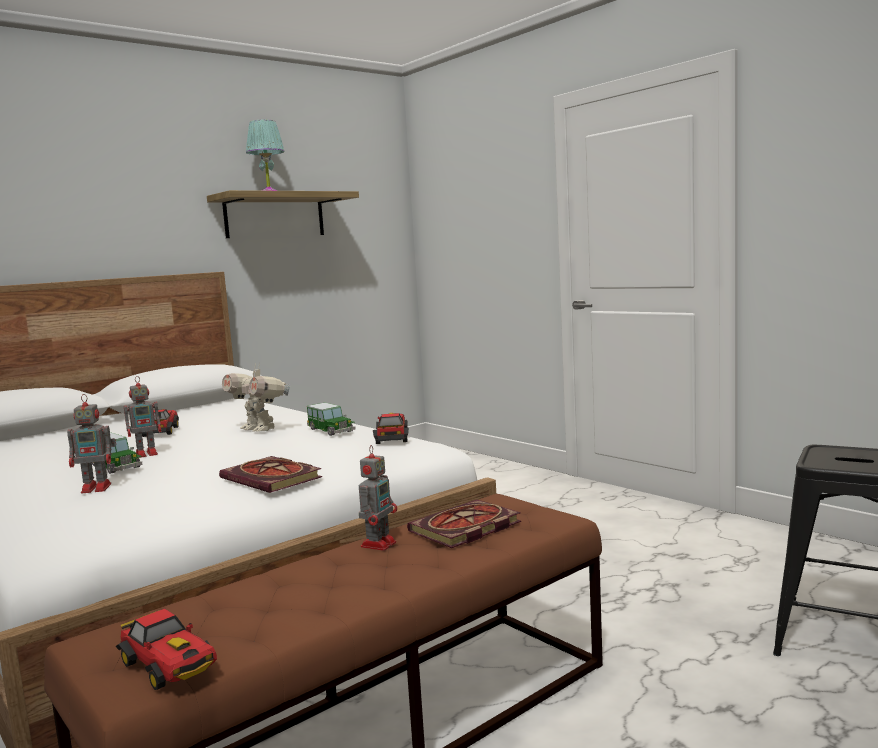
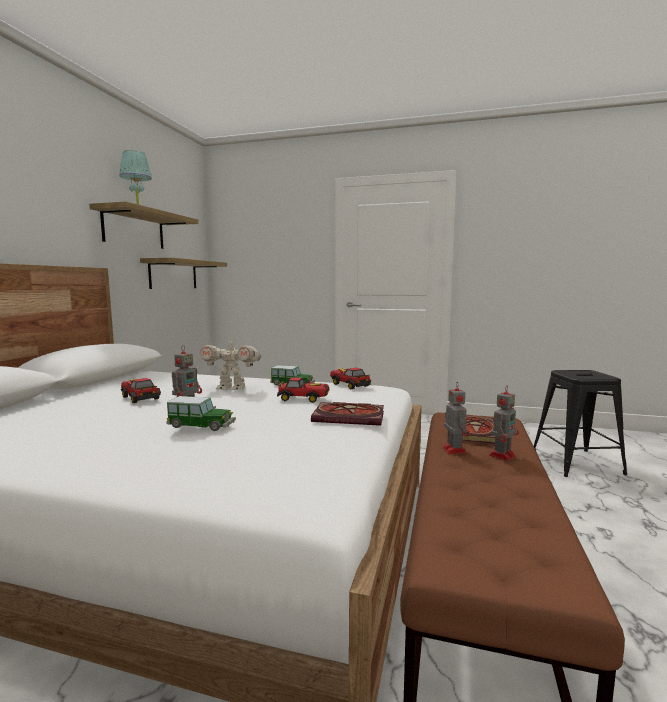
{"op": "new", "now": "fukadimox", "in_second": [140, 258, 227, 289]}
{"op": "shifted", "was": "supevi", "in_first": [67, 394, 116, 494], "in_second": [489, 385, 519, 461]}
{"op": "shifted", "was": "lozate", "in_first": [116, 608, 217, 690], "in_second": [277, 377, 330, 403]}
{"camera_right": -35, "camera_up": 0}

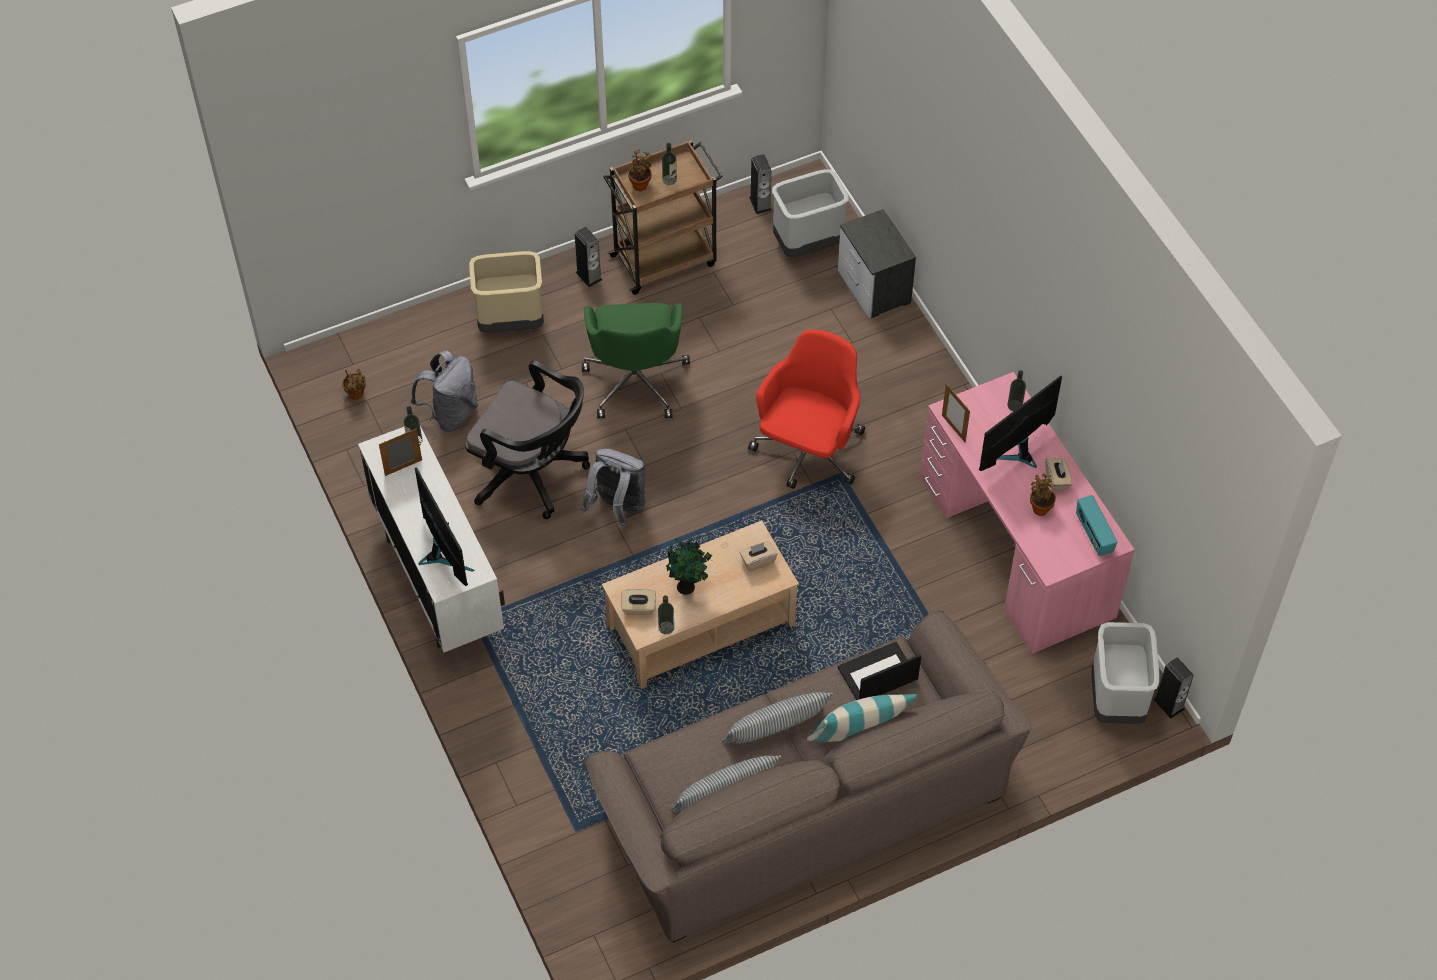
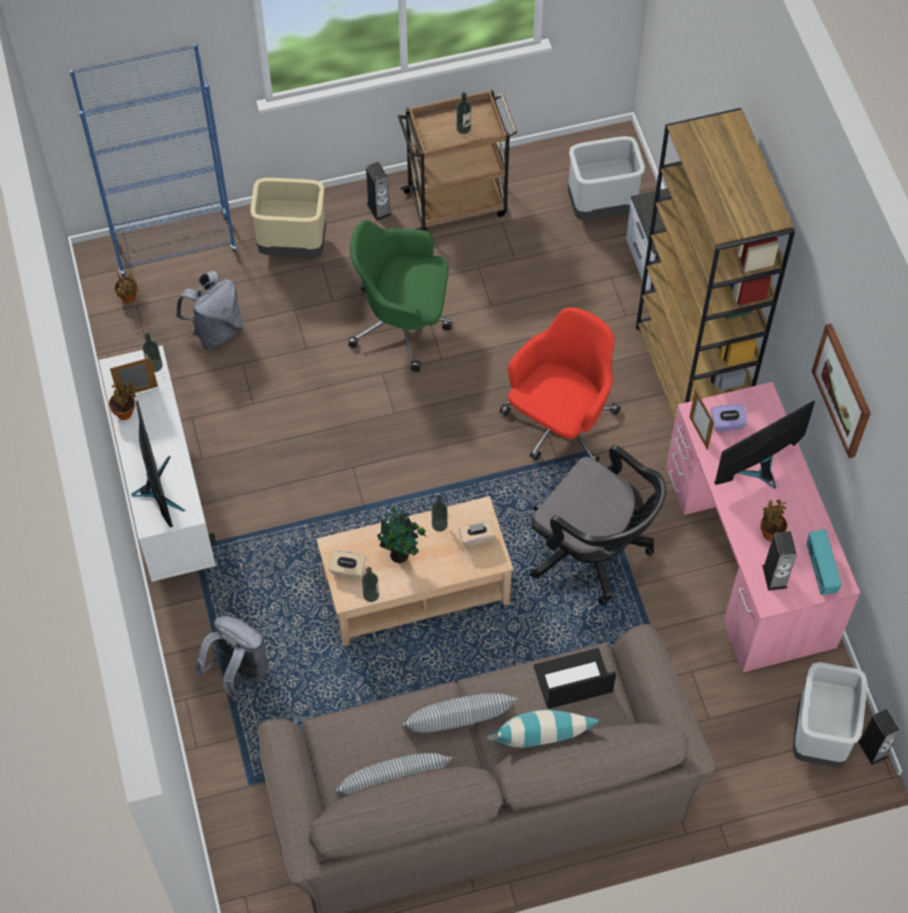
{"op": "gone", "was": "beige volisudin", "in_first": [1045, 458, 1073, 491]}
{"op": "new", "now": "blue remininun", "in_second": [69, 43, 237, 277]}
{"op": "new", "now": "brown remininun", "in_second": [636, 108, 795, 420]}
{"op": "new", "now": "purple volisudin", "in_second": [711, 404, 747, 431]}
{"op": "new", "now": "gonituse", "in_second": [812, 323, 871, 458]}
{"op": "shifted", "was": "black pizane", "in_first": [465, 360, 590, 519], "in_second": [530, 444, 666, 605]}
{"op": "shifted", "was": "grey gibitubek", "in_first": [582, 449, 645, 528], "in_second": [196, 616, 268, 701]}
{"op": "shifted", "was": "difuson", "in_first": [628, 150, 652, 191], "in_second": [109, 378, 136, 420]}
{"op": "shifted", "was": "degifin", "in_first": [749, 154, 772, 214], "in_second": [762, 531, 797, 591]}
{"op": "shifted", "was": "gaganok", "in_first": [1007, 370, 1026, 411], "in_second": [431, 496, 448, 532]}
{"op": "rotated", "was": "green pizane", "in_first": [582, 303, 690, 419], "in_second": [348, 220, 452, 372], "clockwise": 90}
{"camera_right": 10, "camera_up": 5}

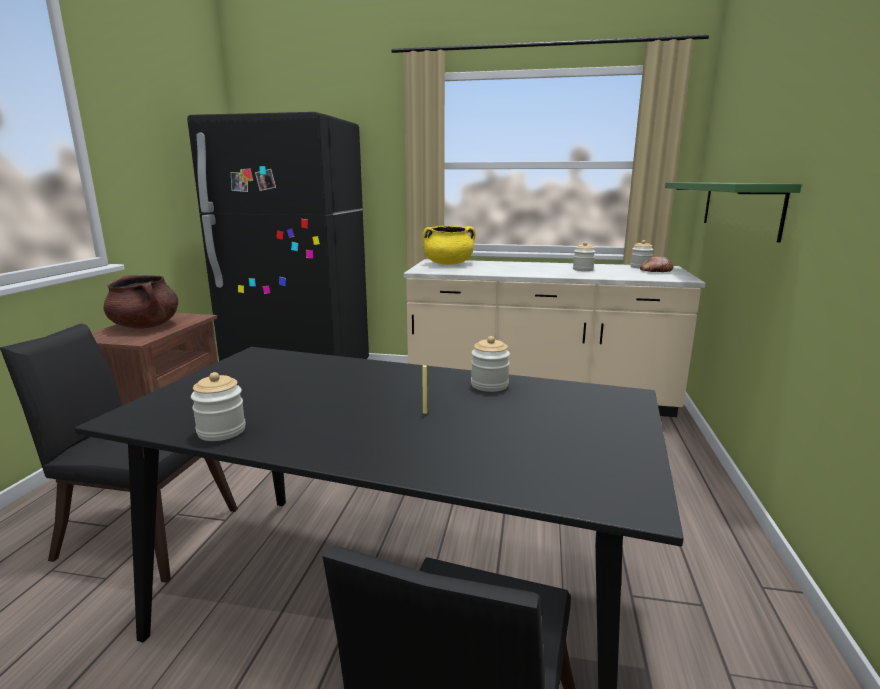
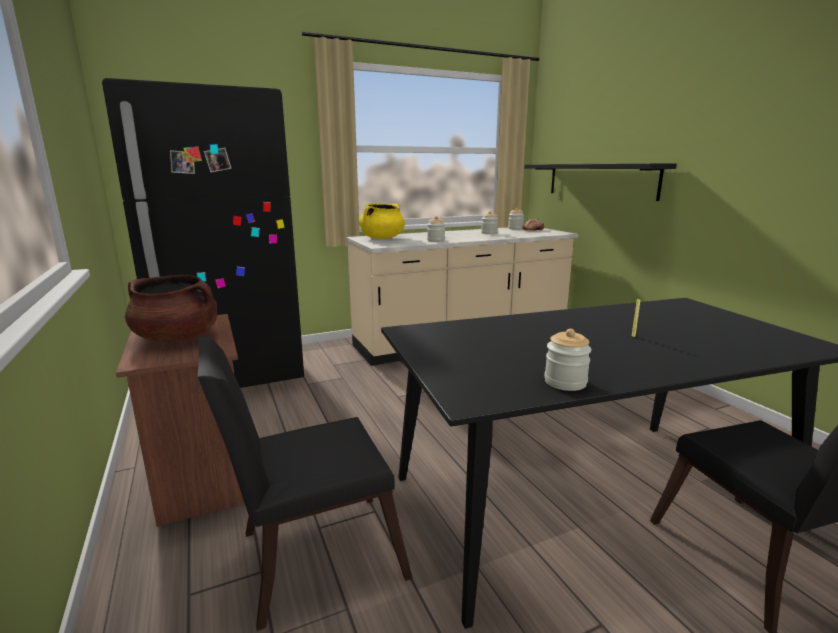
{"op": "shifted", "was": "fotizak", "in_first": [471, 336, 510, 392], "in_second": [427, 216, 445, 242]}
{"op": "repainted", "was": "green fukadimox", "now": "black fukadimox", "in_first": [665, 182, 802, 243], "in_second": [524, 163, 677, 201]}
{"camera_right": -35, "camera_up": 0}

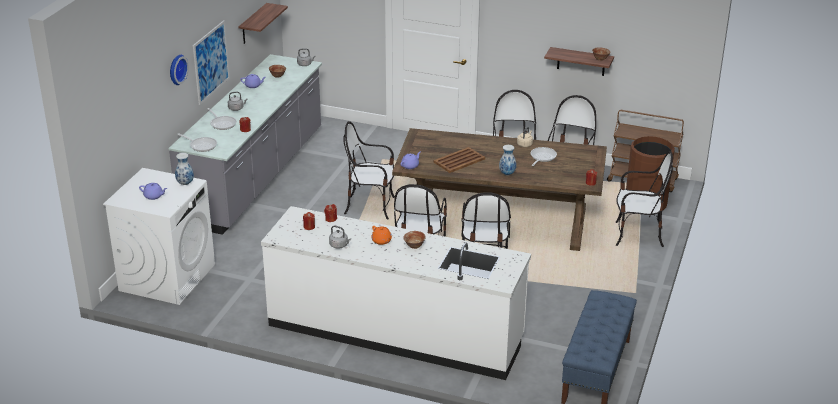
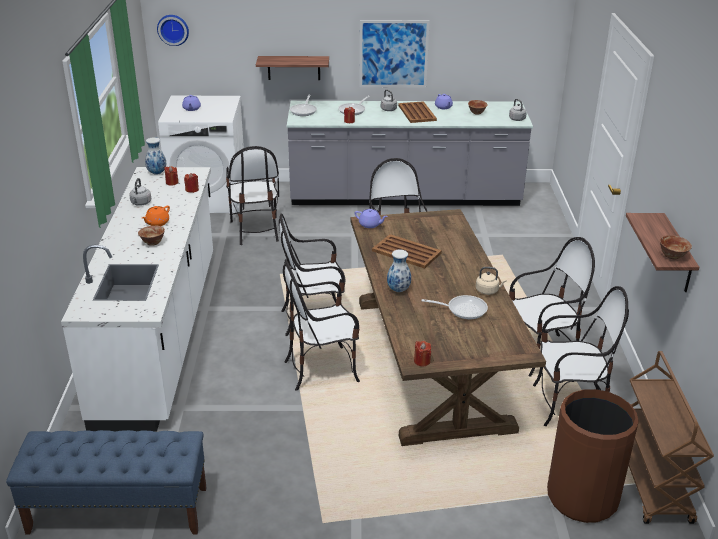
{"op": "new", "now": "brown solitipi", "in_second": [398, 101, 437, 123]}
{"op": "shifted", "was": "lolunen", "in_first": [170, 55, 189, 85], "in_second": [157, 15, 189, 46]}
{"op": "shifted", "was": "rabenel", "in_first": [175, 153, 194, 185], "in_second": [145, 137, 166, 175]}
{"op": "shifted", "was": "fukadimox", "in_first": [239, 3, 288, 44], "in_second": [256, 56, 329, 80]}
{"op": "shifted", "was": "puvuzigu", "in_first": [615, 151, 673, 247], "in_second": [226, 146, 279, 245]}
{"camera_right": 70, "camera_up": 0}

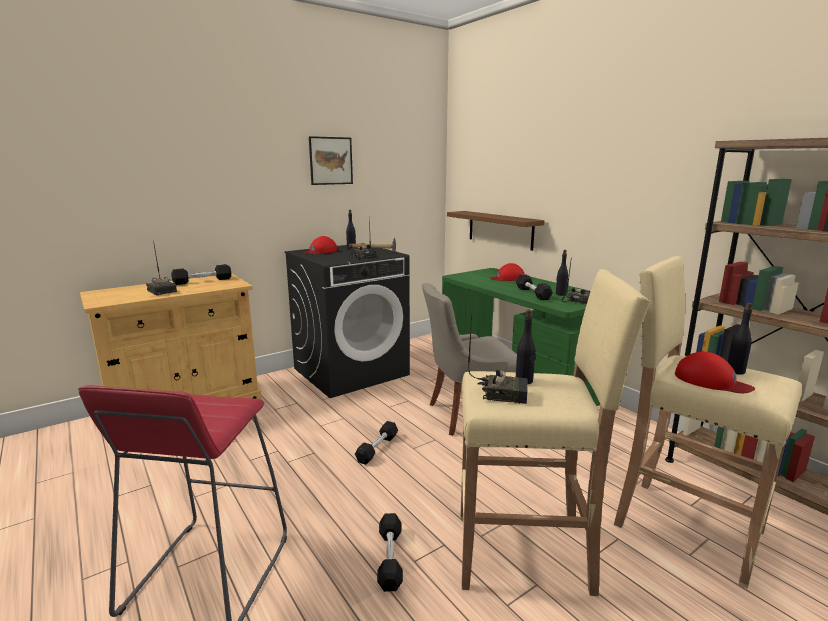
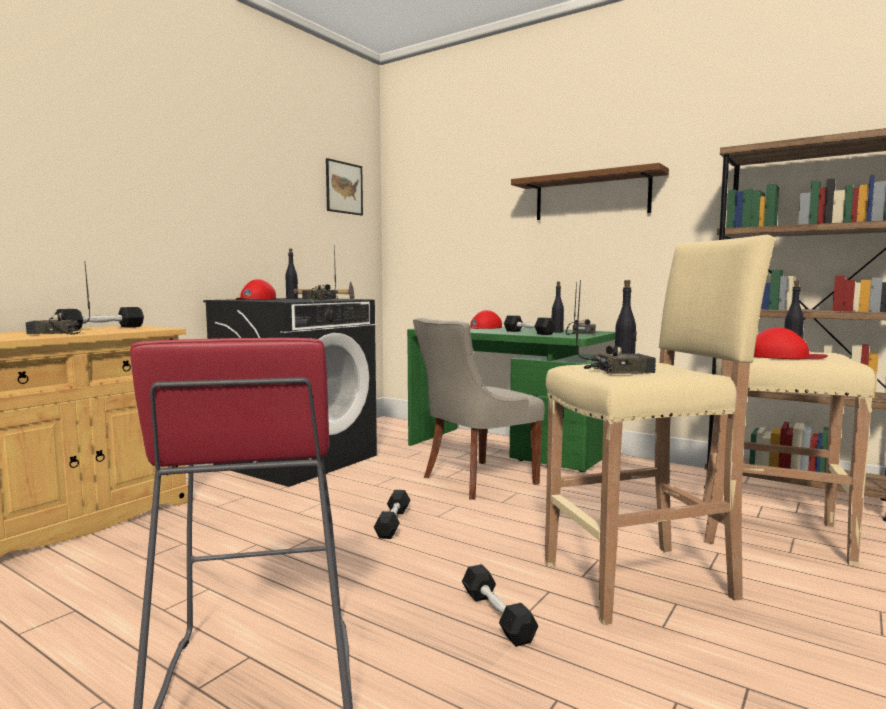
{"op": "shifted", "was": "gonituse", "in_first": [309, 136, 353, 185], "in_second": [326, 158, 363, 215]}
{"op": "shifted", "was": "brown fukadimox", "in_first": [447, 211, 545, 251], "in_second": [511, 163, 669, 220]}
{"op": "rotated", "was": "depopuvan", "in_first": [146, 240, 177, 296], "in_second": [26, 261, 90, 335], "clockwise": 135}
{"camera_right": -20, "camera_up": -10}

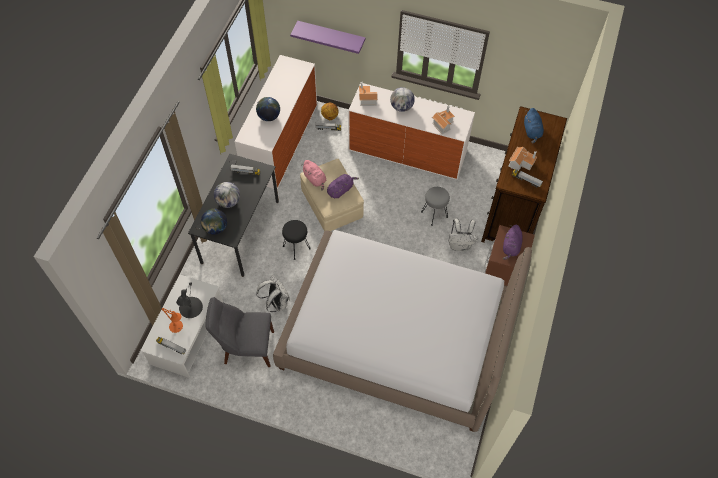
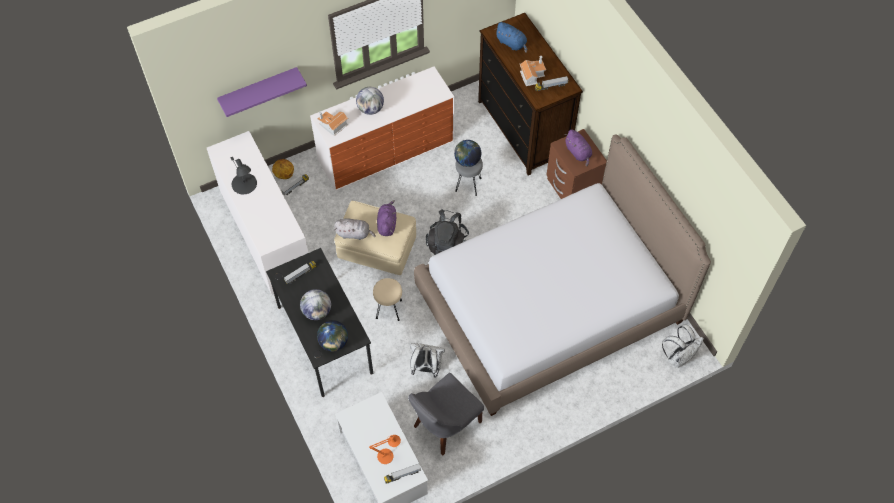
{"op": "gone", "was": "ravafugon", "in_first": [432, 106, 455, 134]}
{"op": "new", "now": "black gibitubek", "in_second": [426, 209, 469, 255]}
{"op": "shifted", "was": "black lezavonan", "in_first": [176, 282, 203, 318], "in_second": [231, 157, 257, 194]}
{"op": "shifted", "was": "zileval", "in_first": [256, 97, 280, 121], "in_second": [454, 140, 481, 167]}
{"op": "shifted", "was": "white gibitubek", "in_first": [448, 218, 478, 251], "in_second": [662, 325, 704, 368]}
{"op": "repainted", "was": "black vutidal", "now": "beige vutidal", "in_first": [282, 220, 311, 260], "in_second": [373, 278, 402, 321]}
{"op": "repainted", "was": "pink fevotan", "now": "grey fevotan", "in_first": [303, 160, 327, 191], "in_second": [334, 219, 376, 240]}
{"camera_right": -45, "camera_up": 0}

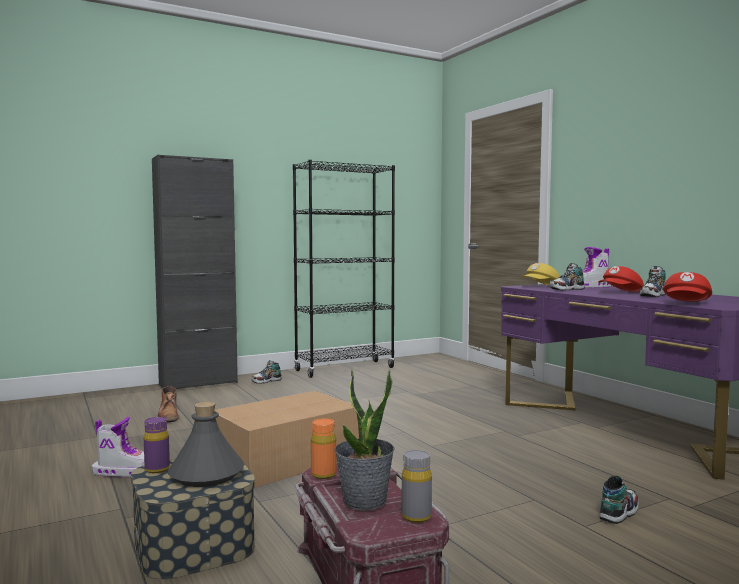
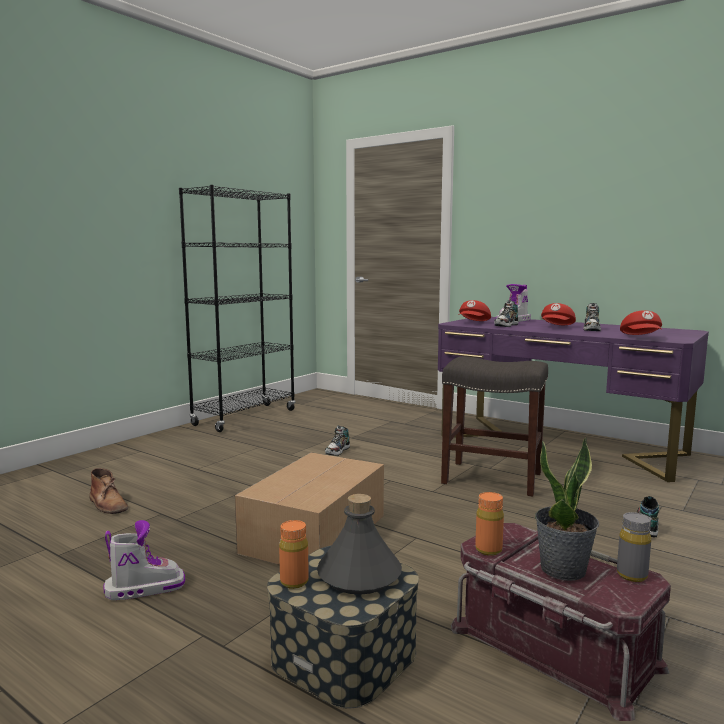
{"op": "gone", "was": "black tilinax", "in_first": [152, 155, 238, 389]}
{"op": "new", "now": "grey vutidal", "in_second": [441, 357, 548, 497]}
{"op": "shifted", "was": "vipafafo", "in_first": [251, 360, 282, 384], "in_second": [325, 426, 350, 456]}
{"op": "repainted", "was": "purple gaganok", "now": "orange gaganok", "in_first": [144, 417, 170, 473], "in_second": [279, 520, 309, 589]}
{"op": "repainted", "was": "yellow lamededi", "now": "red lamededi", "in_first": [521, 263, 560, 286], "in_second": [459, 300, 491, 321]}
{"camera_right": -25, "camera_up": 5}

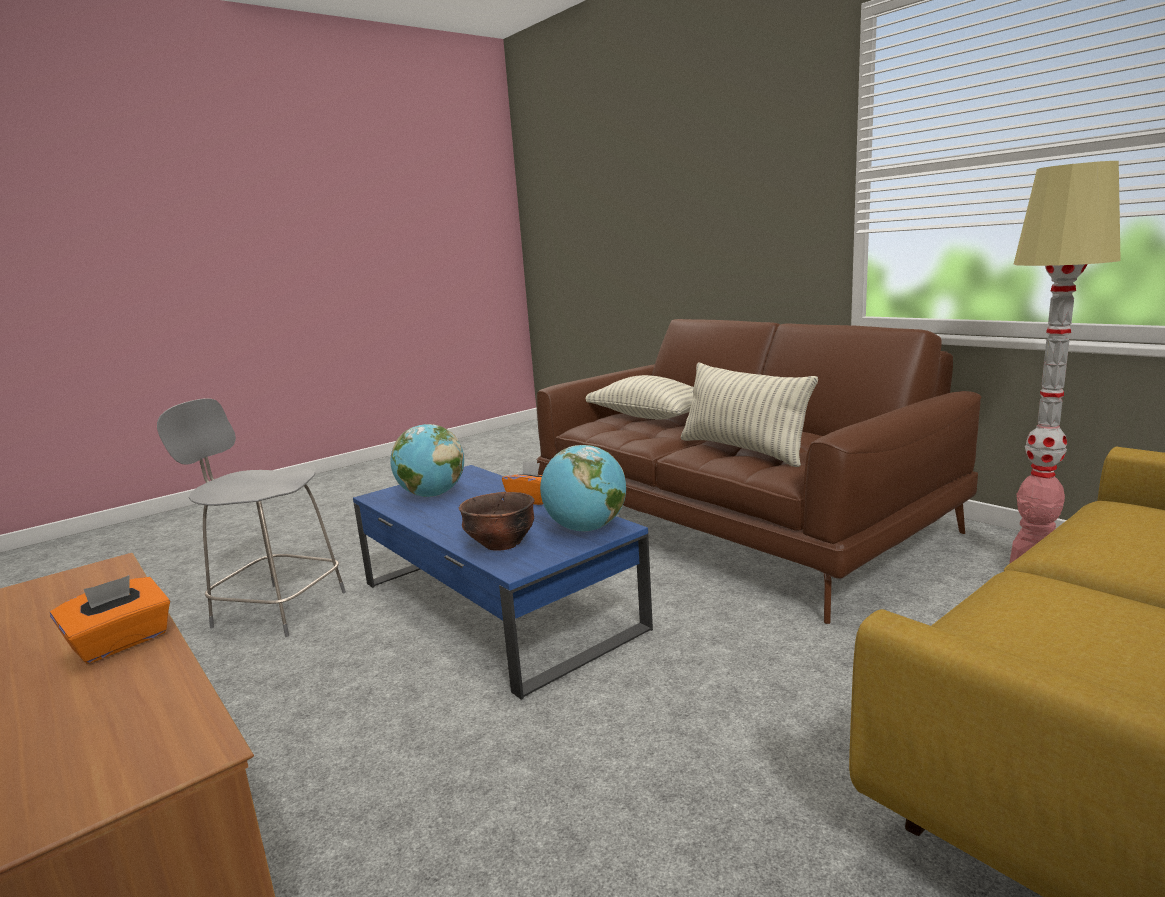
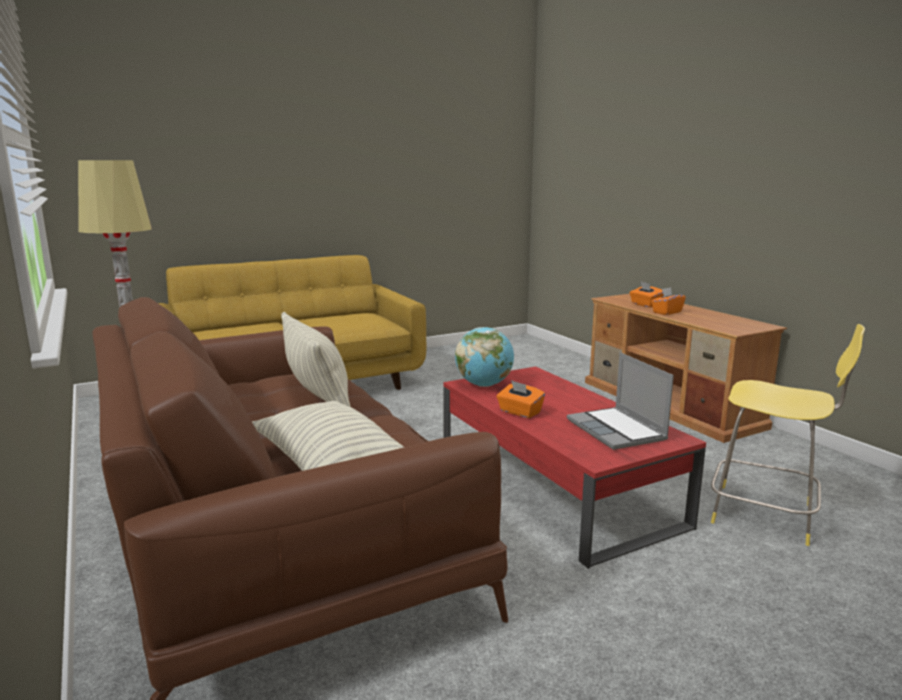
{"op": "gone", "was": "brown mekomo", "in_first": [459, 492, 534, 551]}
{"op": "new", "now": "orange volisudin", "in_second": [630, 282, 664, 308]}
{"op": "swapped", "was": "zileval", "now": "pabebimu", "in_first": [391, 424, 464, 497], "in_second": [567, 352, 674, 450]}
{"op": "repainted", "was": "grey vutidal", "now": "yellow vutidal", "in_first": [157, 398, 346, 637], "in_second": [711, 324, 865, 546]}
{"op": "repainted", "was": "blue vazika", "now": "red vazika", "in_first": [353, 465, 653, 700], "in_second": [443, 366, 706, 569]}
{"camera_right": -170, "camera_up": 0}

